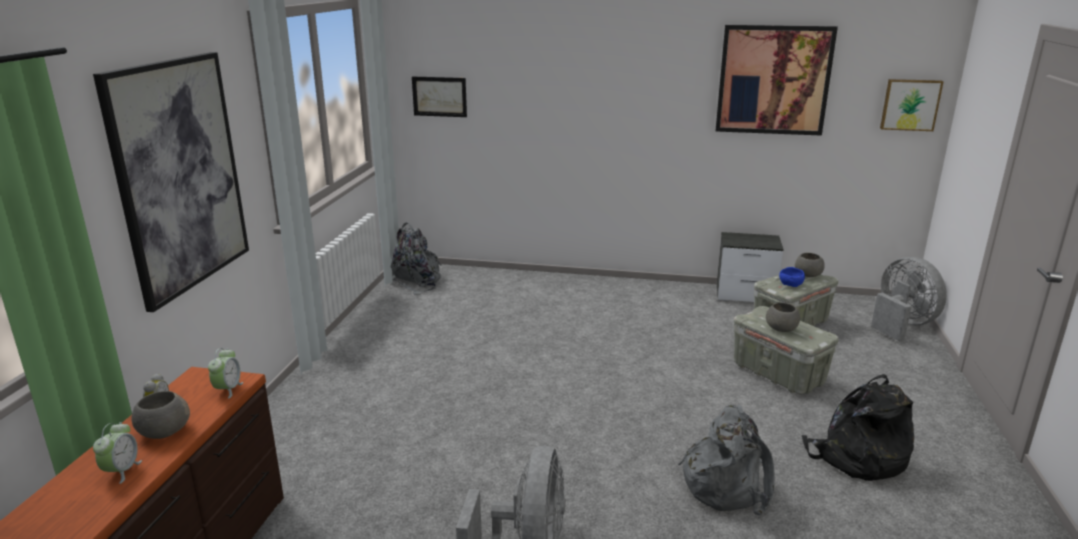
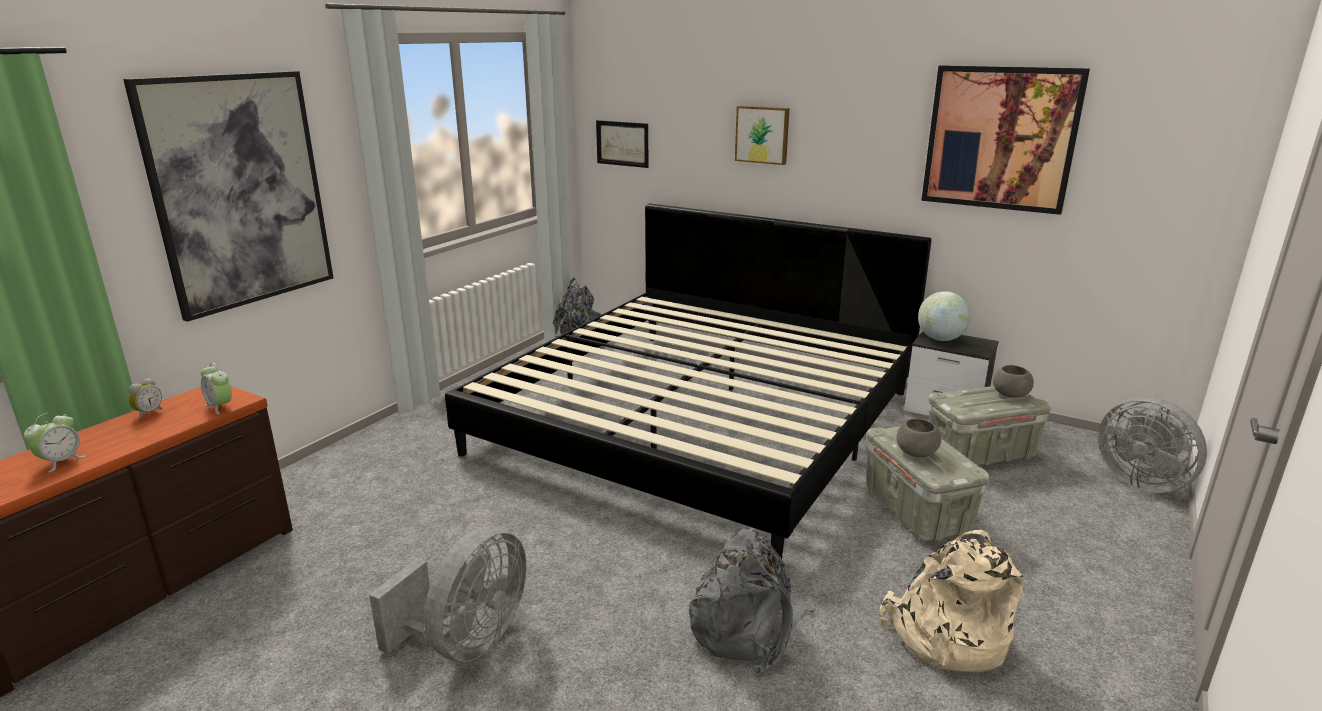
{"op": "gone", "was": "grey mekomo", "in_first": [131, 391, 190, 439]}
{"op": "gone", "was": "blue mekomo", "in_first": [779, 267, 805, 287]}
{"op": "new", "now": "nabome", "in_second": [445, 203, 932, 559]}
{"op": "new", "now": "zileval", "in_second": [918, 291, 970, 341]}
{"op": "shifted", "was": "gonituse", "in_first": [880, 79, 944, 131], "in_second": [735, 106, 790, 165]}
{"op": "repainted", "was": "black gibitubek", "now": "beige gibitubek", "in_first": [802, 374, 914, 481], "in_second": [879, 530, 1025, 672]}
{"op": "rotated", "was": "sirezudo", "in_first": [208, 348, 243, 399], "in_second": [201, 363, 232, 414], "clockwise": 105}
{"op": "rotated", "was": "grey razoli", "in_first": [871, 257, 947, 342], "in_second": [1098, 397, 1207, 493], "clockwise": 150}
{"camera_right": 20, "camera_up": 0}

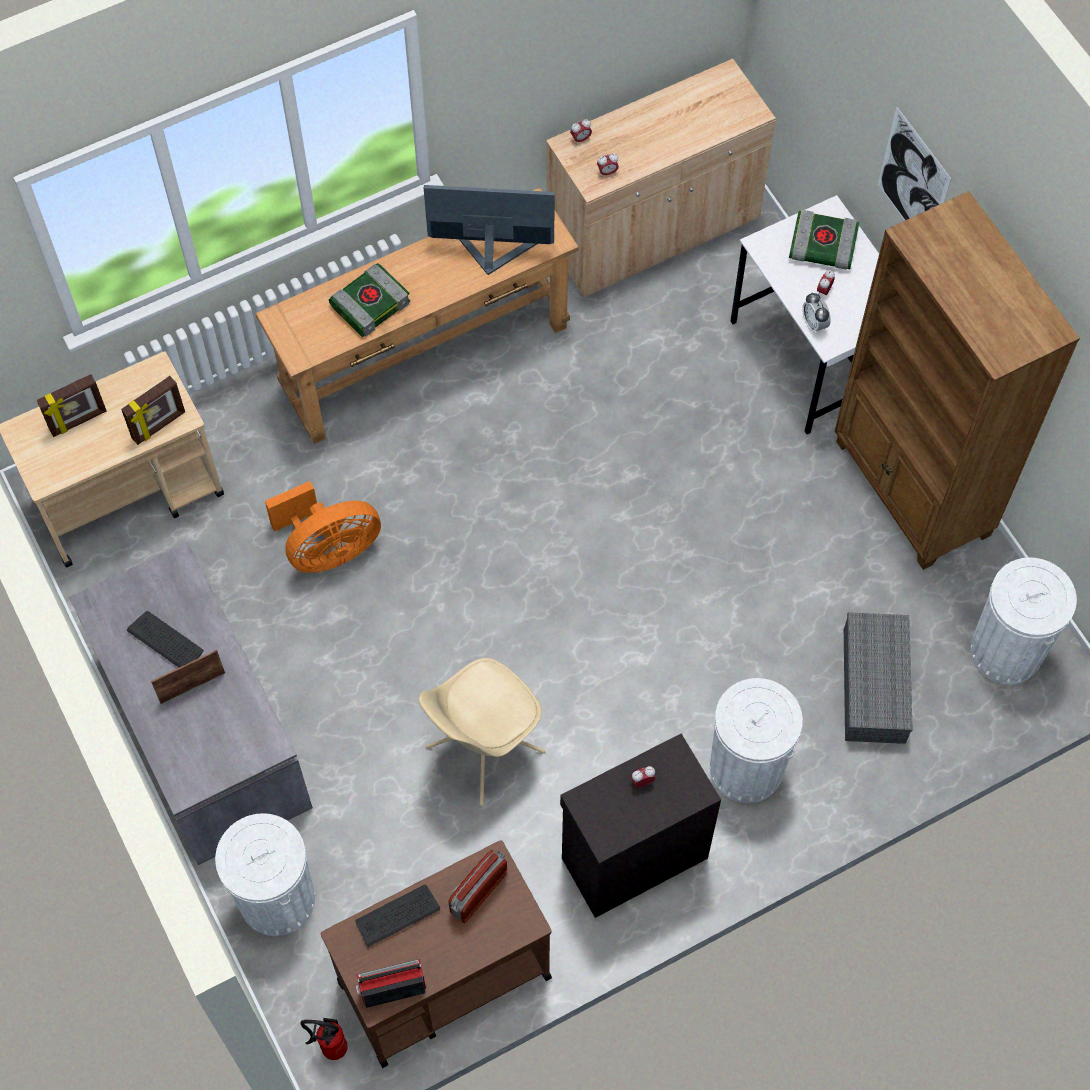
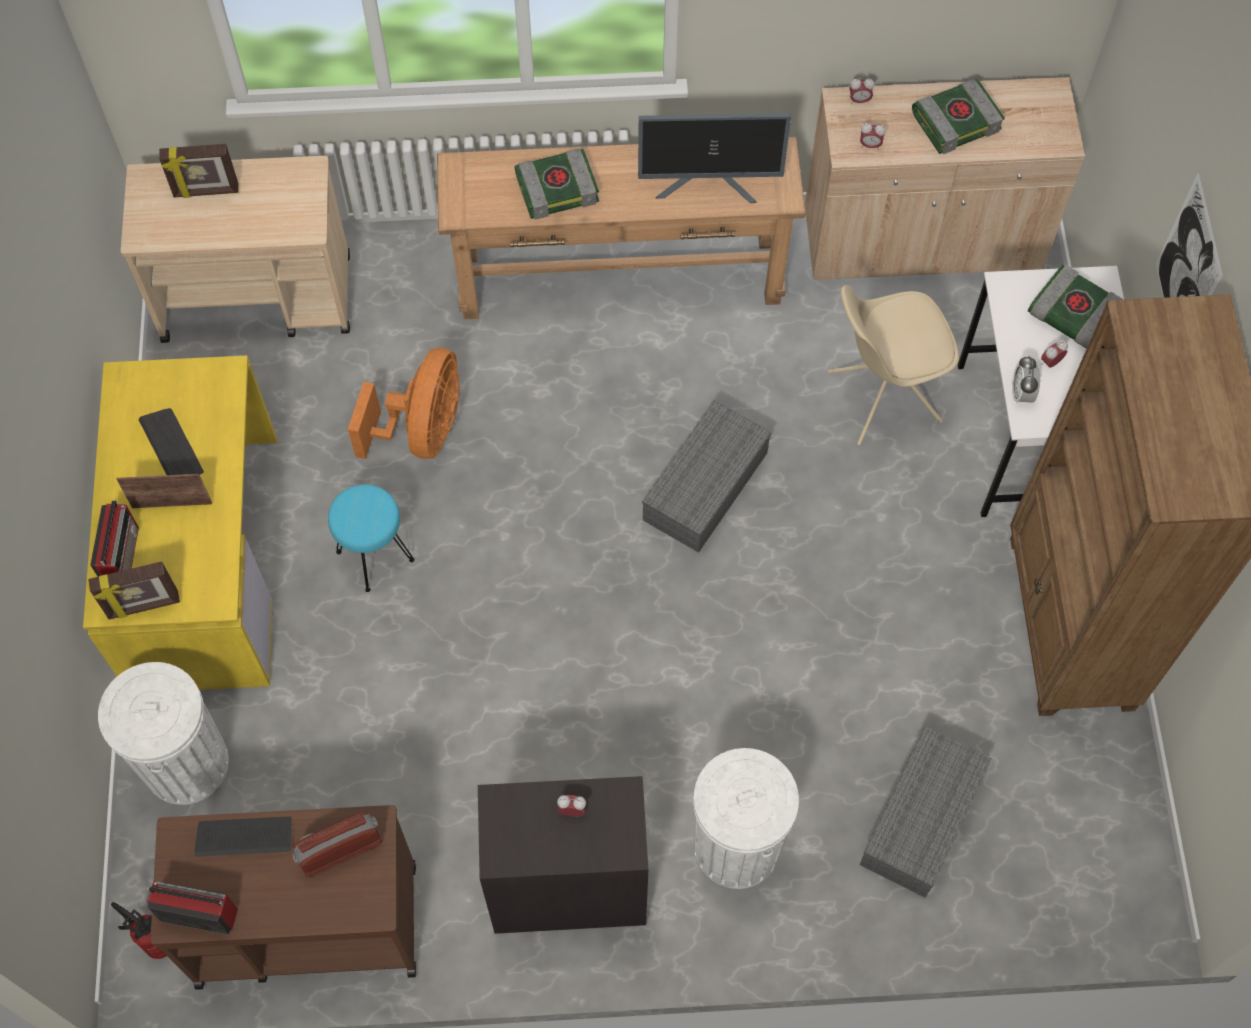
{"op": "gone", "was": "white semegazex", "in_first": [971, 557, 1077, 684]}
{"op": "new", "now": "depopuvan", "in_second": [90, 500, 139, 577]}
{"op": "new", "now": "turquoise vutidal", "in_second": [328, 484, 414, 592]}
{"op": "new", "now": "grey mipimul", "in_second": [642, 400, 772, 553]}
{"op": "new", "now": "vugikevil", "in_second": [912, 79, 1005, 154]}
{"op": "shifted", "was": "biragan", "in_first": [121, 376, 185, 445], "in_second": [88, 561, 180, 619]}
{"op": "shifted", "was": "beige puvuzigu", "in_first": [419, 658, 545, 806], "in_second": [827, 285, 959, 446]}
{"op": "repainted", "was": "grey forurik", "now": "yellow forurik", "in_first": [69, 542, 313, 865], "in_second": [83, 356, 277, 690]}
{"op": "rotated", "was": "orange razoli", "in_first": [265, 481, 381, 573], "in_second": [348, 348, 460, 459], "clockwise": -75}
{"op": "rotated", "was": "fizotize", "in_first": [424, 185, 555, 275], "in_second": [638, 113, 791, 203], "clockwise": 150}
{"camera_right": 25, "camera_up": 0}

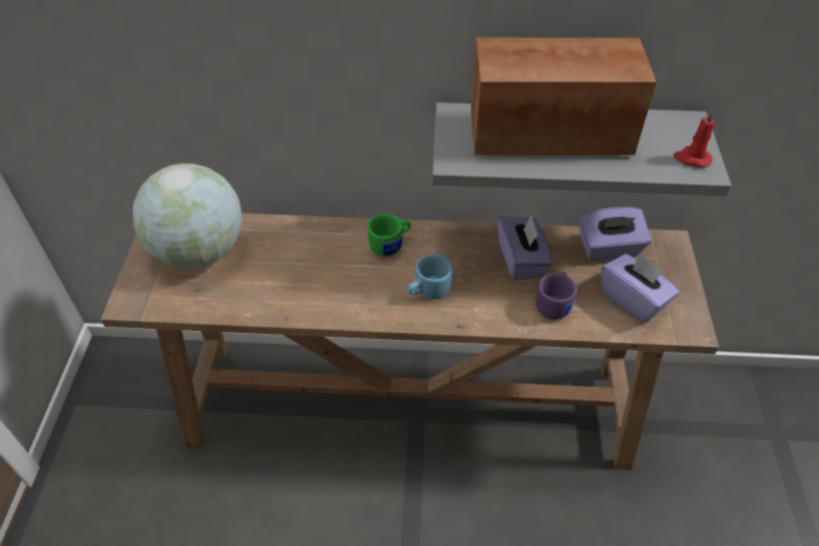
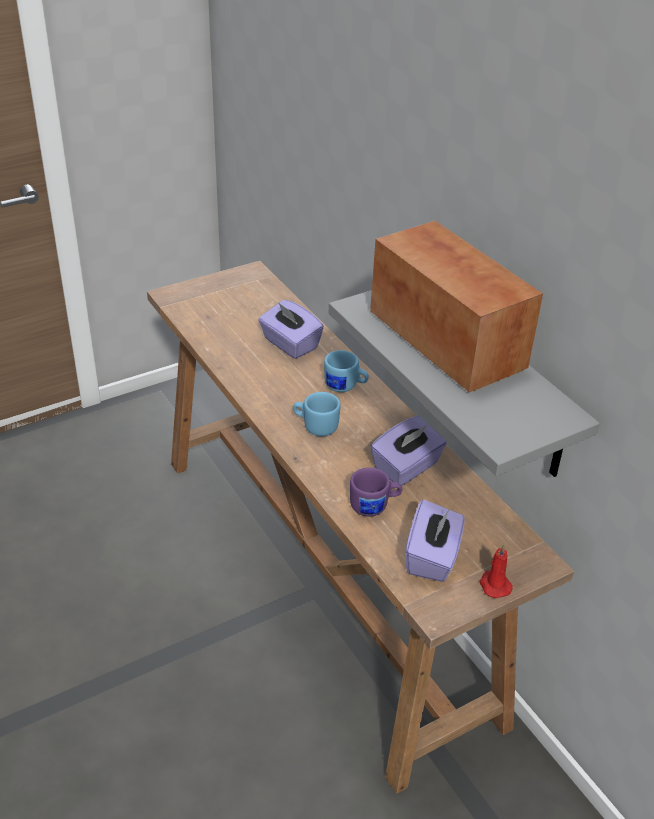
{"op": "gone", "was": "zileval", "in_first": [133, 163, 242, 269]}
{"op": "shifted", "was": "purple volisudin", "in_first": [579, 207, 651, 260], "in_second": [258, 300, 324, 359]}
{"op": "shifted", "was": "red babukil", "in_first": [673, 110, 715, 168], "in_second": [479, 544, 513, 598]}
{"op": "repainted", "was": "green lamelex", "now": "blue lamelex", "in_first": [367, 213, 411, 257], "in_second": [324, 350, 369, 392]}
{"camera_right": 55, "camera_up": -10}

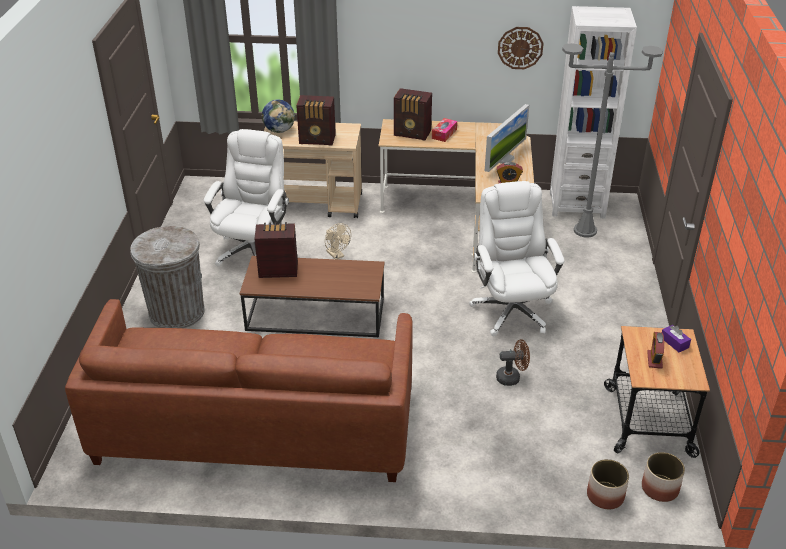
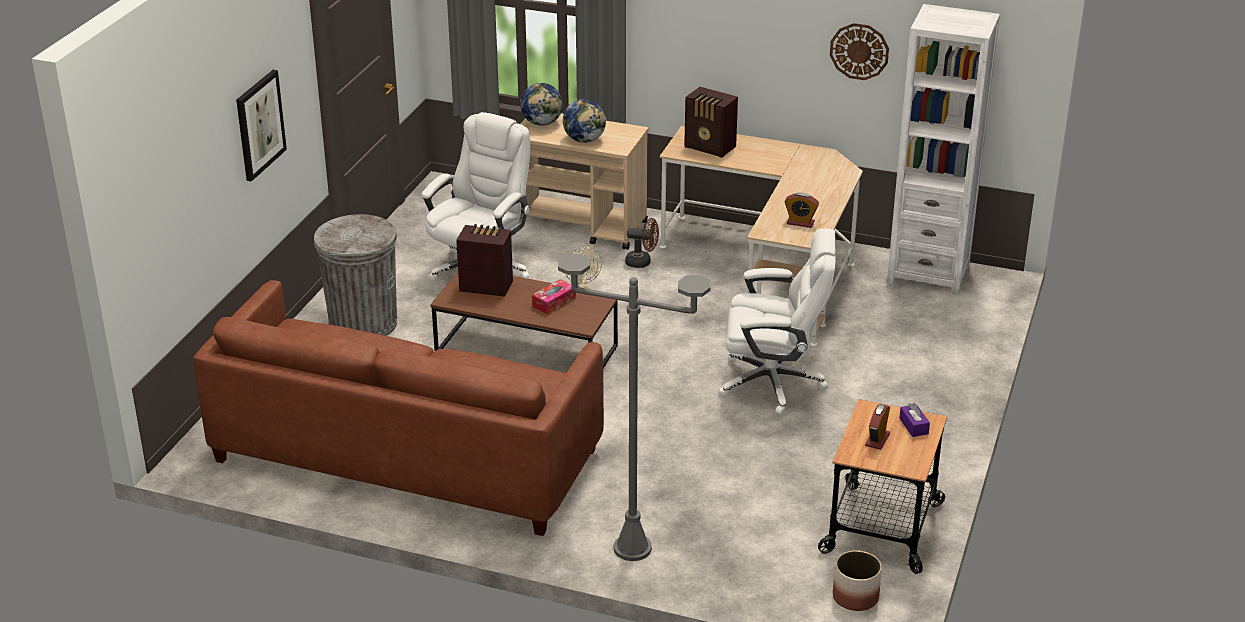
{"op": "gone", "was": "fizotize", "in_first": [485, 104, 529, 172]}
{"op": "gone", "was": "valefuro", "in_first": [587, 459, 629, 509]}
{"op": "new", "now": "gonituse", "in_second": [236, 70, 287, 182]}
{"op": "shifted", "was": "volisudin", "in_first": [432, 118, 457, 142], "in_second": [532, 279, 576, 315]}
{"op": "shifted", "was": "brown razoli", "in_first": [496, 339, 530, 386], "in_second": [625, 218, 659, 268]}
{"op": "shifted", "was": "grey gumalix", "in_first": [562, 43, 663, 237], "in_second": [558, 254, 711, 561]}
{"op": "swapped", "was": "depopuvan", "now": "zileval", "in_first": [296, 95, 336, 146], "in_second": [563, 99, 606, 143]}
{"op": "rotated", "was": "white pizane", "in_first": [469, 181, 565, 336], "in_second": [718, 228, 836, 415], "clockwise": 90}
{"camera_right": 15, "camera_up": -5}

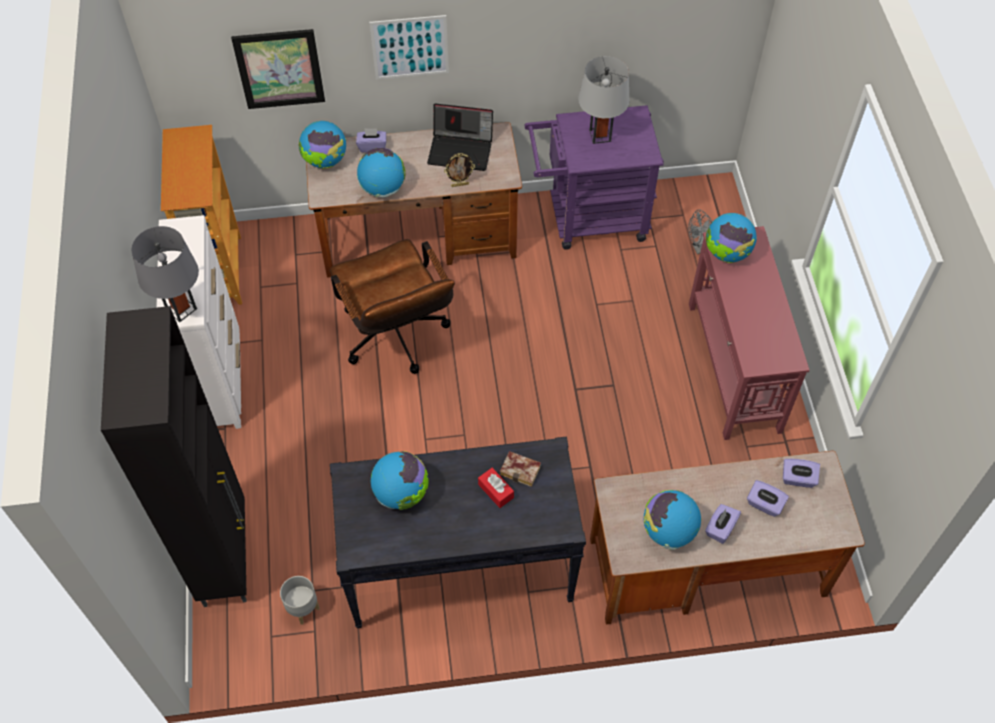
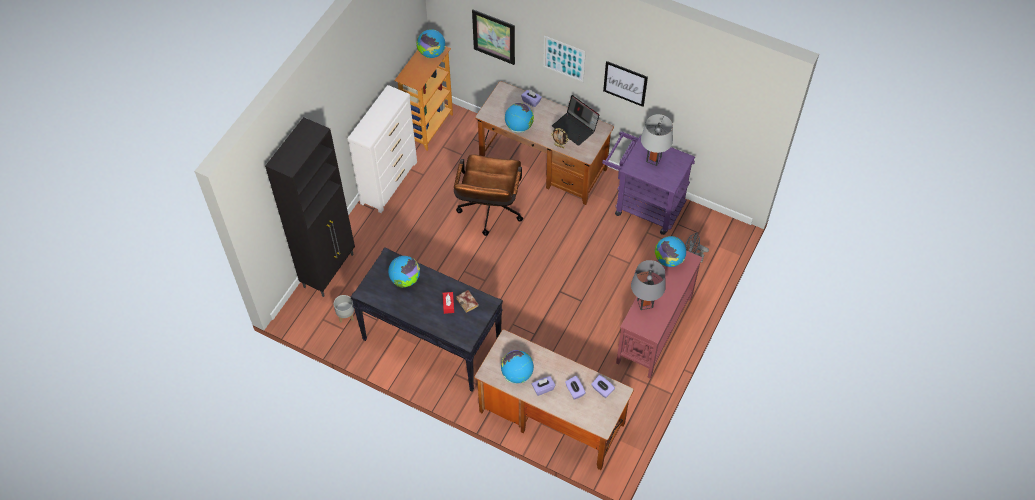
{"op": "new", "now": "gonituse", "in_second": [603, 61, 648, 107]}
{"op": "shifted", "was": "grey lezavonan", "in_first": [131, 226, 199, 322], "in_second": [631, 260, 666, 310]}
{"op": "shifted", "was": "zileval", "in_first": [298, 121, 346, 168], "in_second": [416, 29, 445, 58]}
{"camera_right": 35, "camera_up": 0}

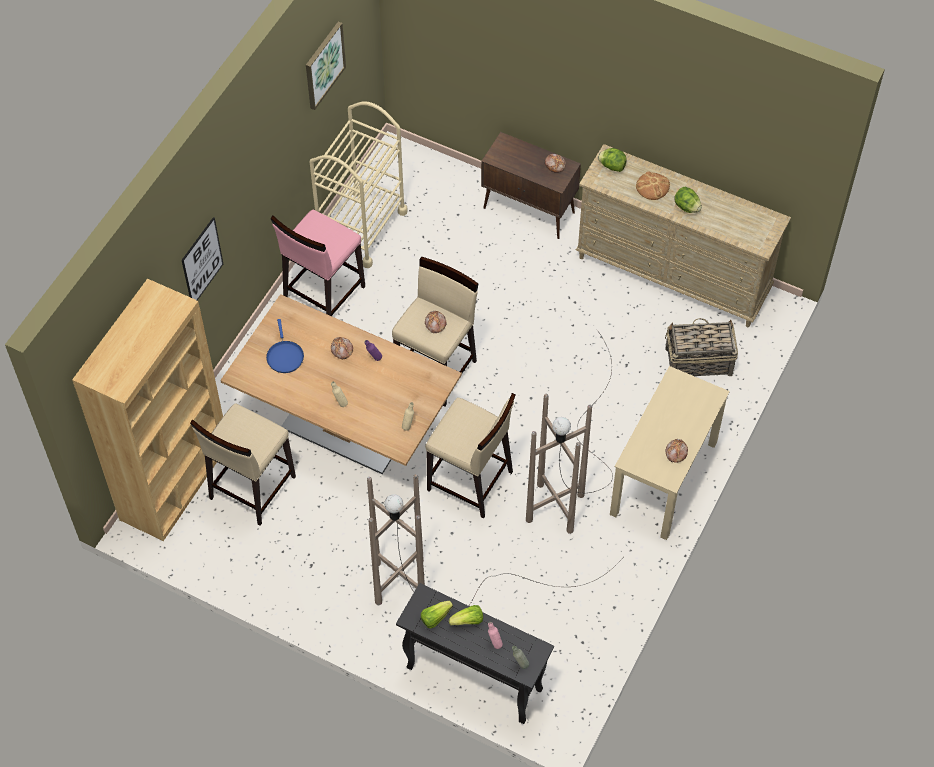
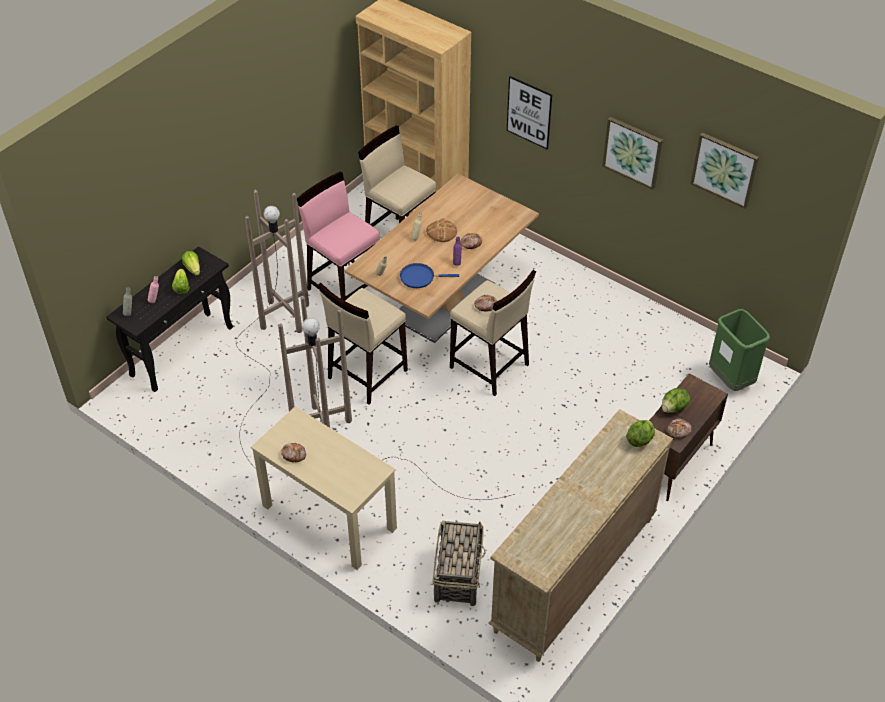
{"op": "gone", "was": "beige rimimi", "in_first": [310, 101, 408, 268]}
{"op": "new", "now": "gonituse", "in_second": [602, 117, 663, 190]}
{"op": "new", "now": "green semegazex", "in_second": [709, 309, 770, 391]}
{"op": "shifted", "was": "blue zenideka", "in_first": [266, 319, 304, 373], "in_second": [400, 263, 459, 288]}
{"op": "shifted", "was": "pink vutidal", "in_first": [270, 209, 365, 316], "in_second": [297, 171, 380, 301]}
{"op": "shifted", "was": "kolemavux", "in_first": [636, 171, 670, 200], "in_second": [426, 218, 457, 242]}
{"op": "shifted", "was": "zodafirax", "in_first": [674, 187, 702, 213], "in_second": [662, 388, 690, 413]}
{"camera_right": 100, "camera_up": -10}

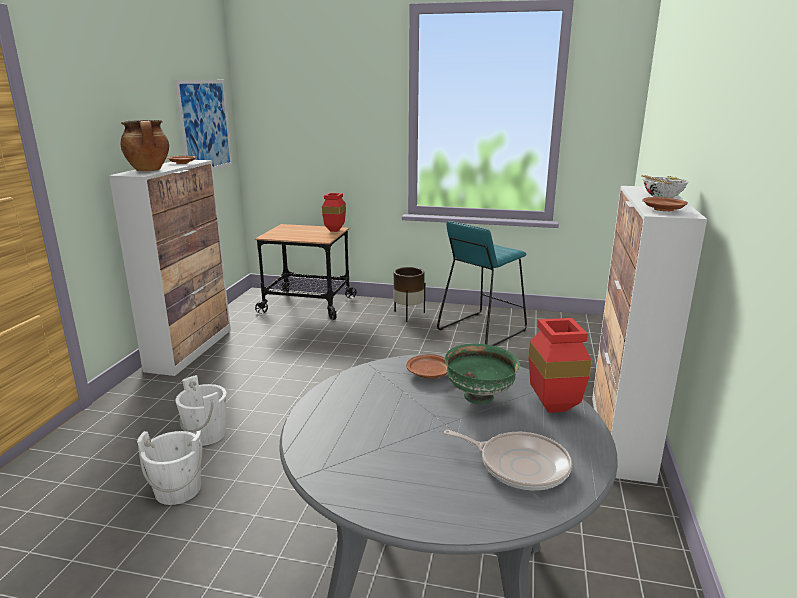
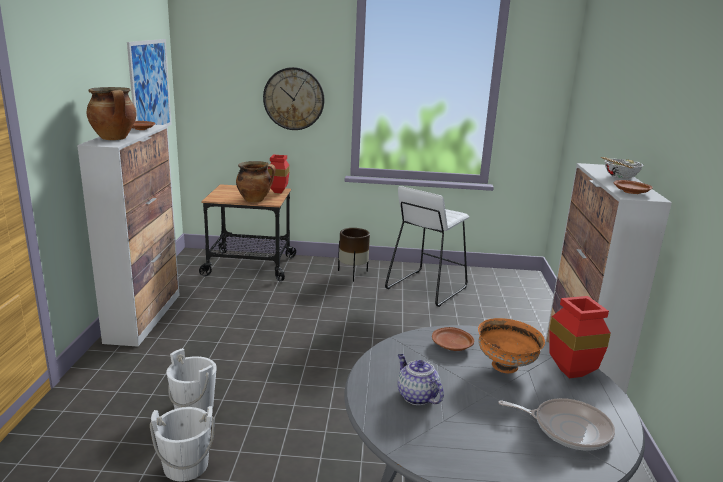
{"op": "new", "now": "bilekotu", "in_second": [236, 161, 276, 203]}
{"op": "new", "now": "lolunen", "in_second": [263, 67, 324, 130]}
{"op": "new", "now": "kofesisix", "in_second": [397, 354, 444, 405]}
{"op": "repainted", "was": "turquoise vutidal", "now": "white vutidal", "in_first": [437, 221, 527, 346], "in_second": [385, 186, 469, 307]}
{"op": "repainted", "was": "green mekomo", "now": "orange mekomo", "in_first": [445, 344, 520, 404], "in_second": [478, 318, 545, 373]}
{"camera_right": -10, "camera_up": 0}

